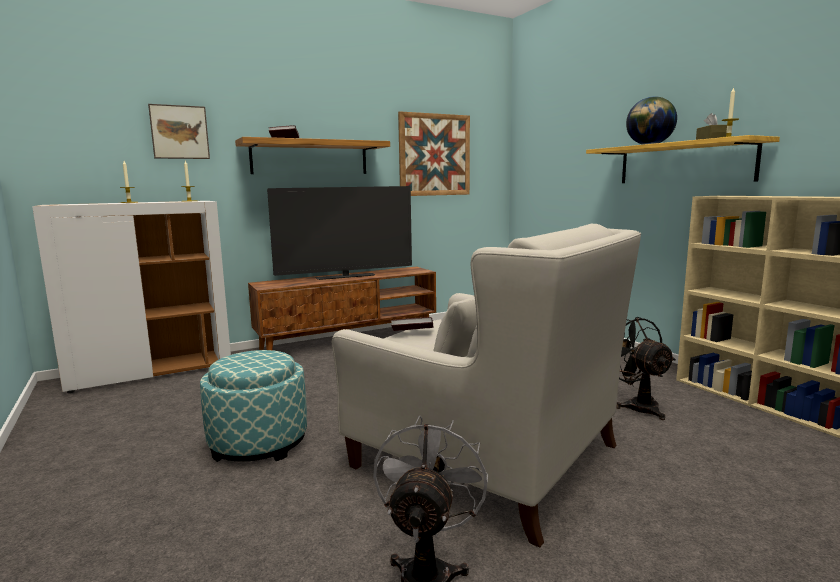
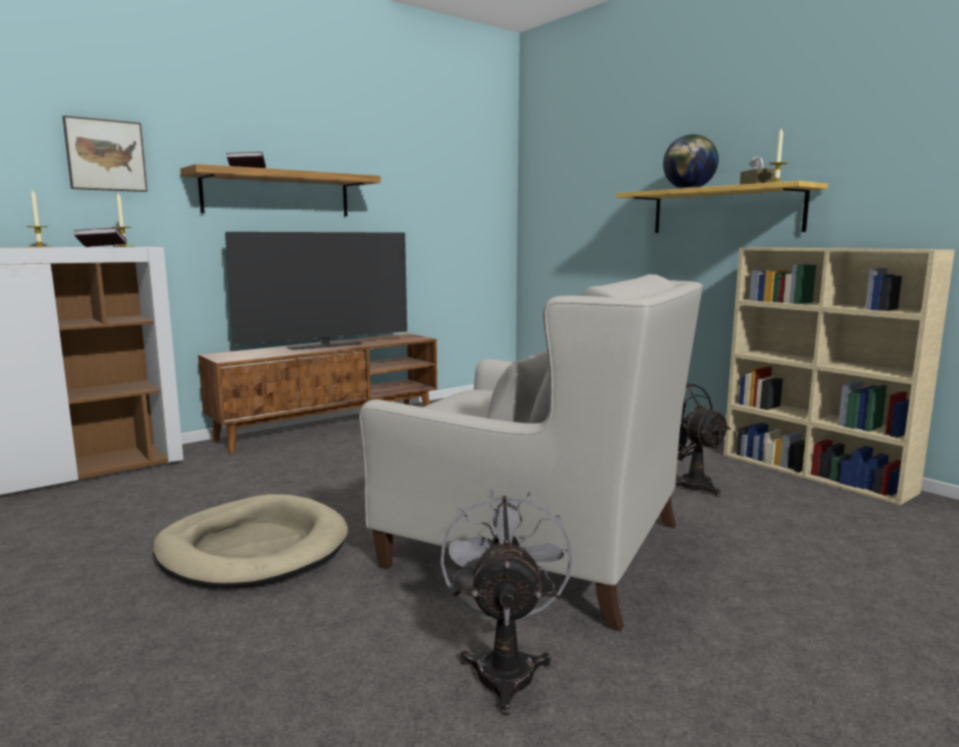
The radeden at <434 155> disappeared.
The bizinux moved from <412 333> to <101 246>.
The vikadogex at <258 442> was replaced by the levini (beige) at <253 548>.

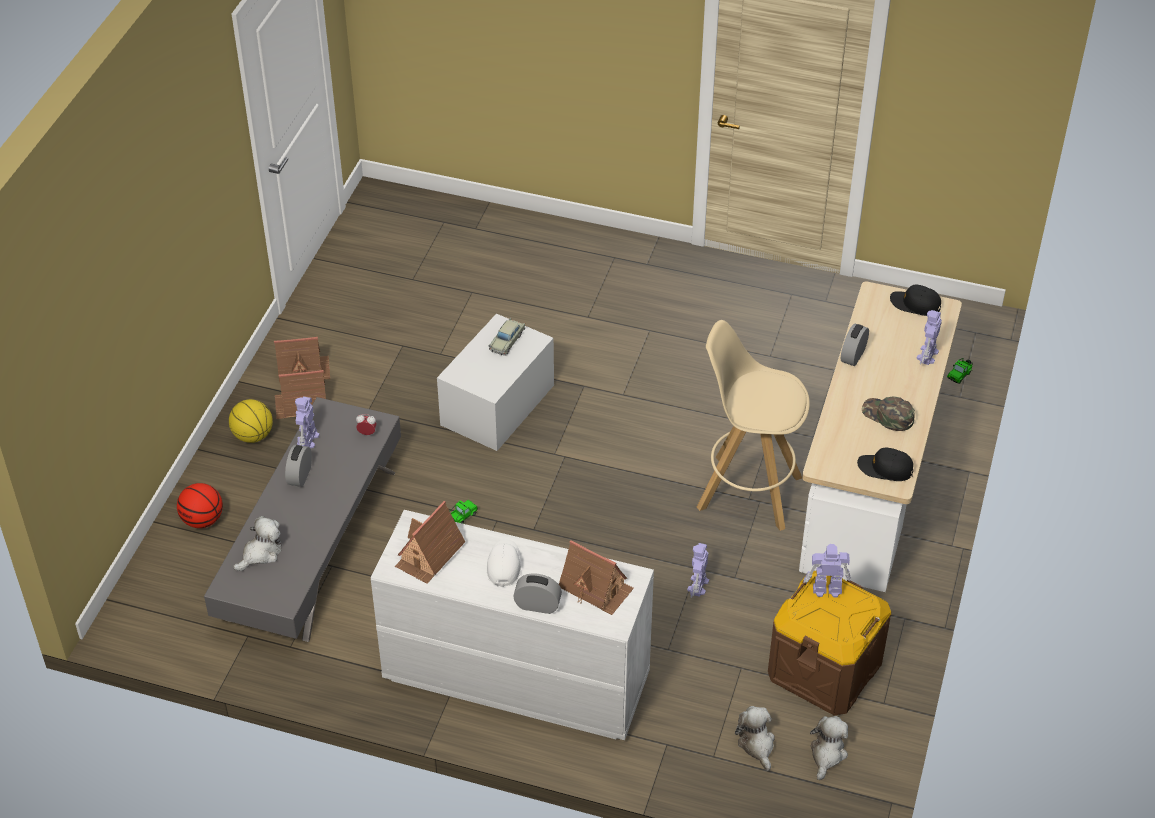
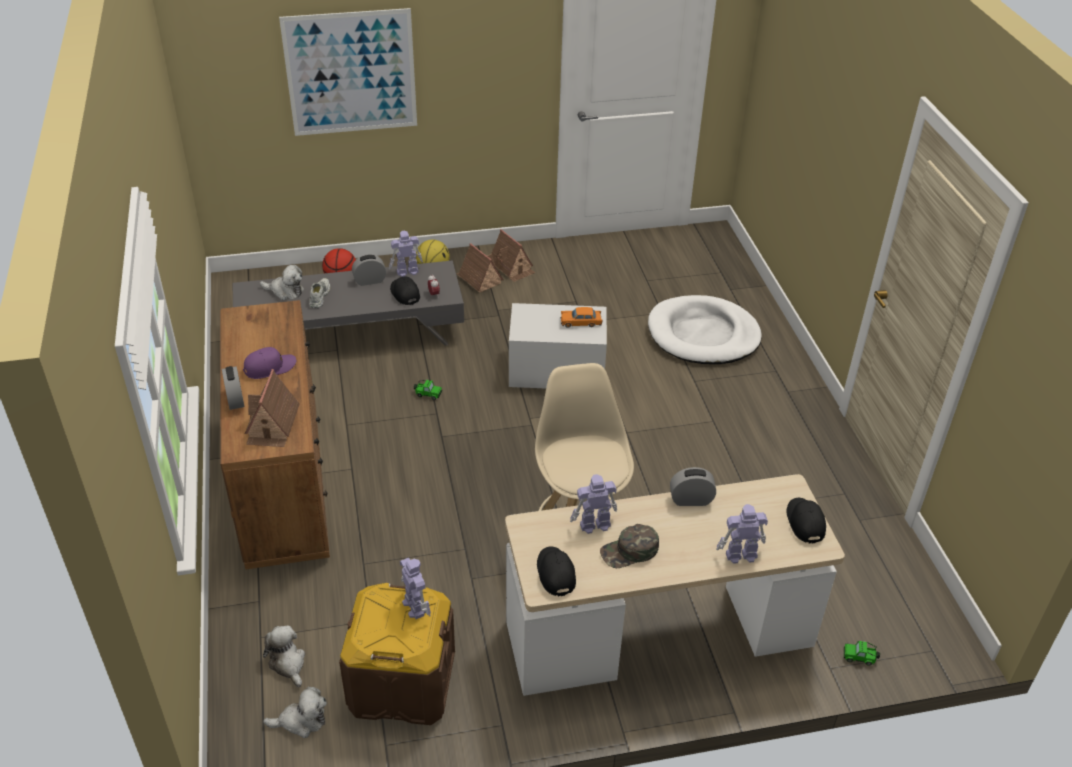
The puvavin at <429 555> disappeared.
The radeden at <351 73> appeared.
The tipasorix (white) at <319 296> appeared.
The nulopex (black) at <404 293> appeared.
The levini (white) at <703 335> appeared.
The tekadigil moved from <697 586> to <594 524>.
The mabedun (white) at <514 677> became the mabedun (brown) at <283 482>.
The nulopex (white) at <504 565> became the nulopex (purple) at <270 367>.
The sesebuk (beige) at <507 341> became the sesebuk (orange) at <581 322>.
The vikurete at <756 744> turned 75 degrees counterclockwise.
The nulopex (green) at <887 416> turned 120 degrees counterclockwise.

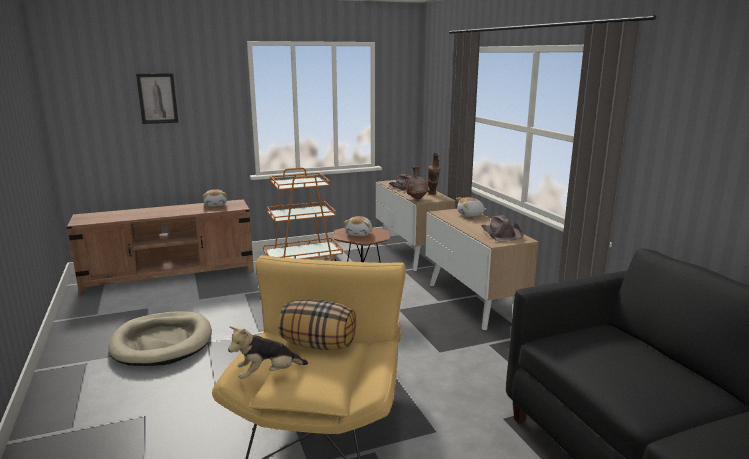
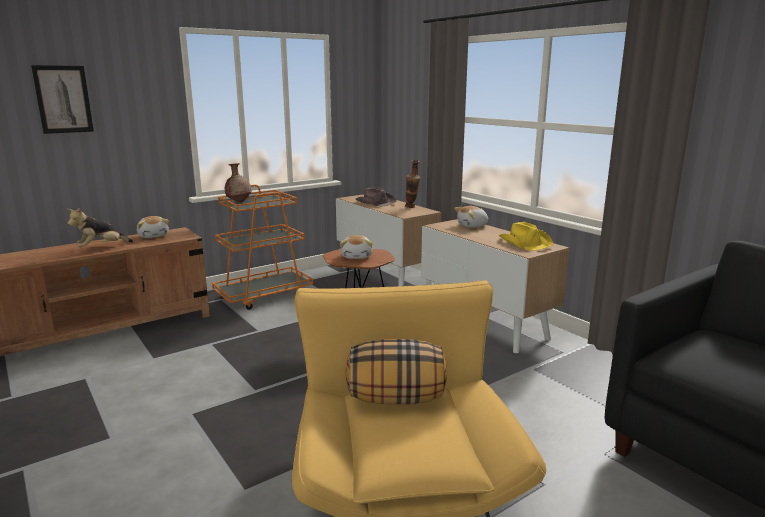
The levini (beige) at <162 342> disappeared.
The vikurete moved from <268 374> to <101 248>.
The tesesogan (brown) moved from <417 198> to <239 201>.
The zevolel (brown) at <502 234> became the zevolel (yellow) at <525 243>.

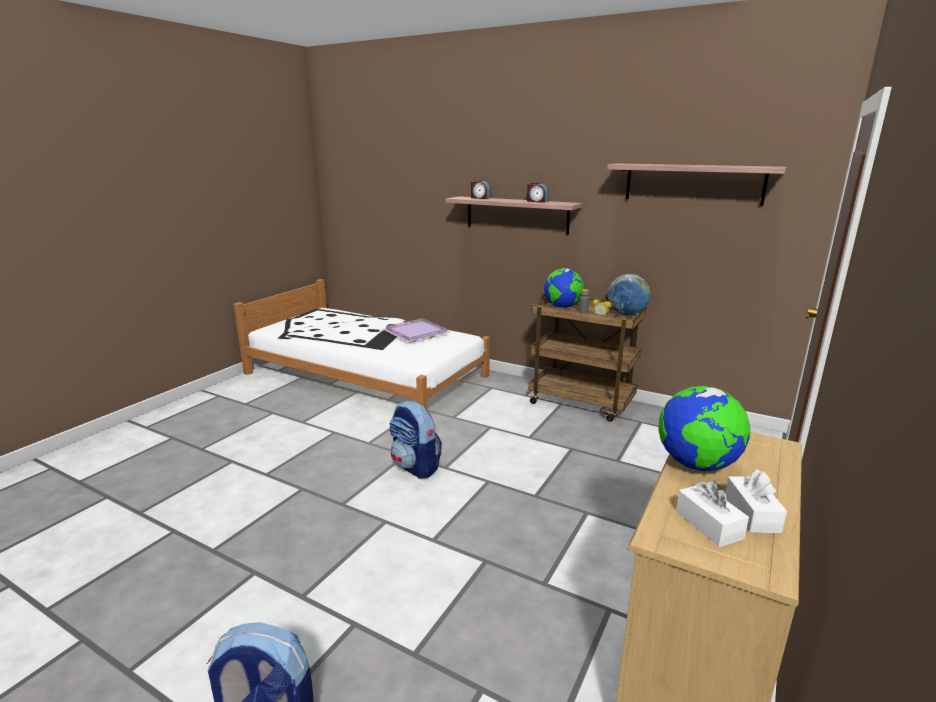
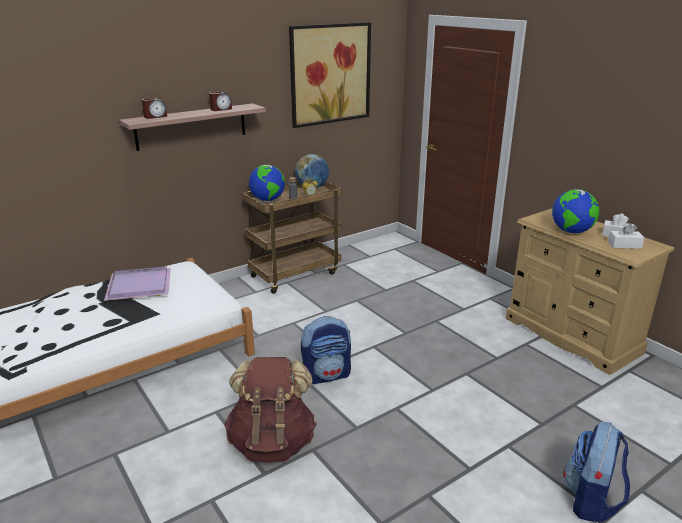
The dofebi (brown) at <272 443> appeared.
The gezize at <693 183> was replaced by the radeden at <330 74>.

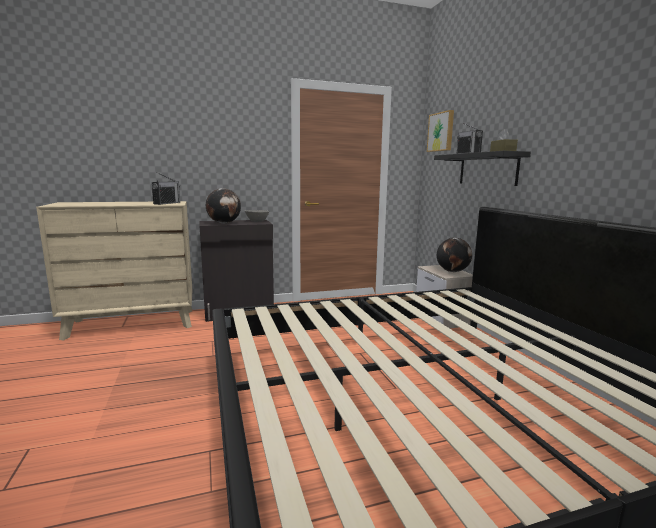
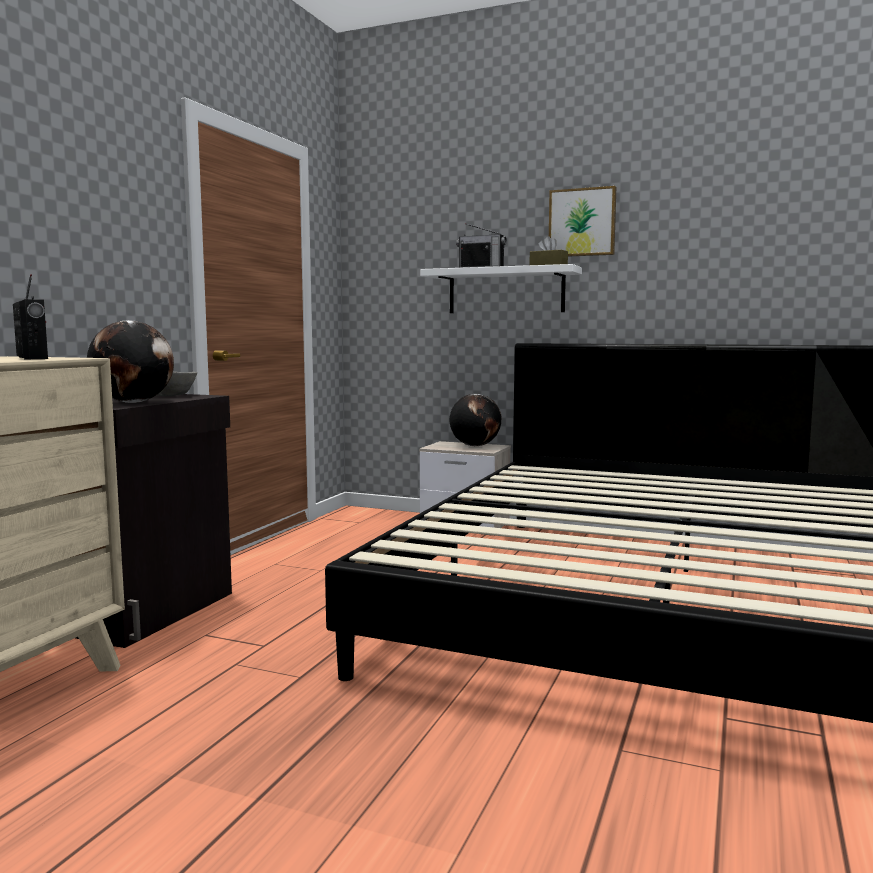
The radeden moved from <441 132> to <582 222>.
The gezize (black) at <487 169> became the gezize (white) at <506 291>.

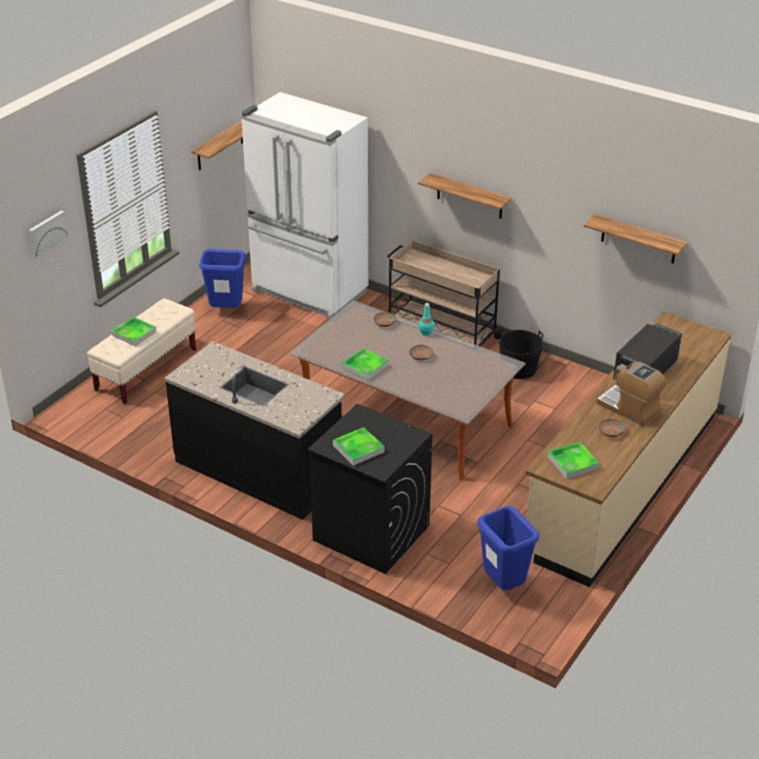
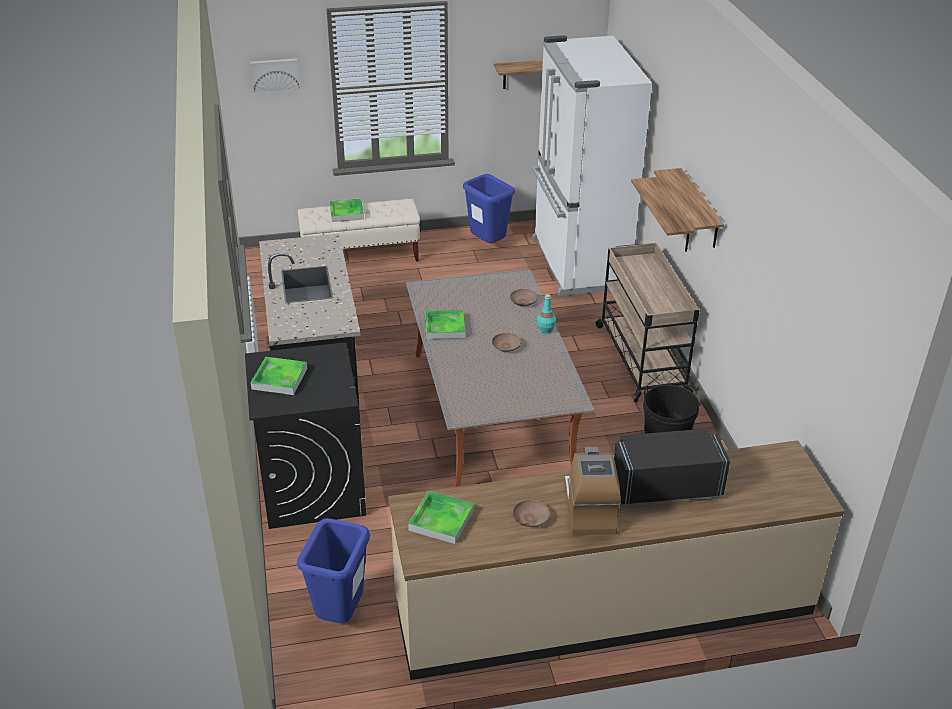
The gezize moved from <638 239> to <673 216>.

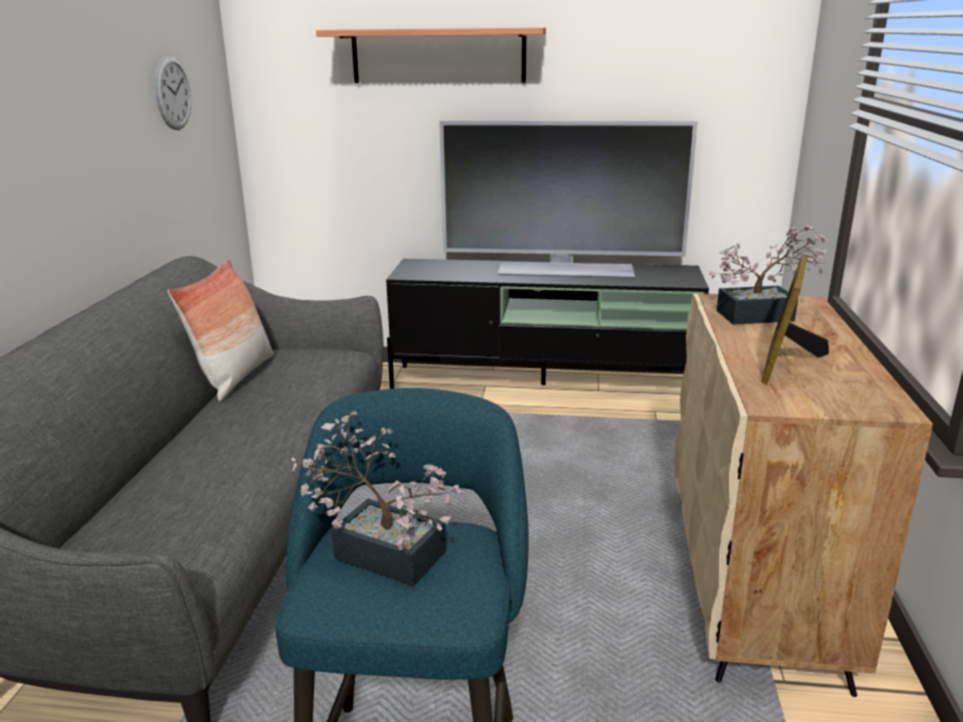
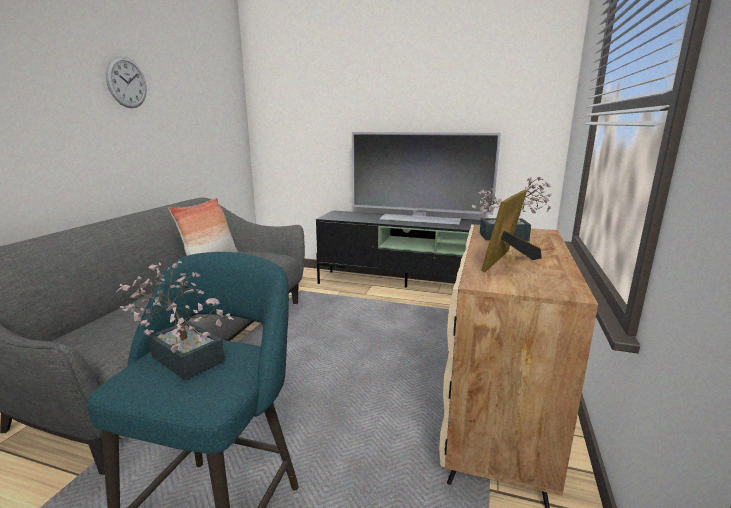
The gezize at <438 56> disappeared.
The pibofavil moved from <172 93> to <126 82>.

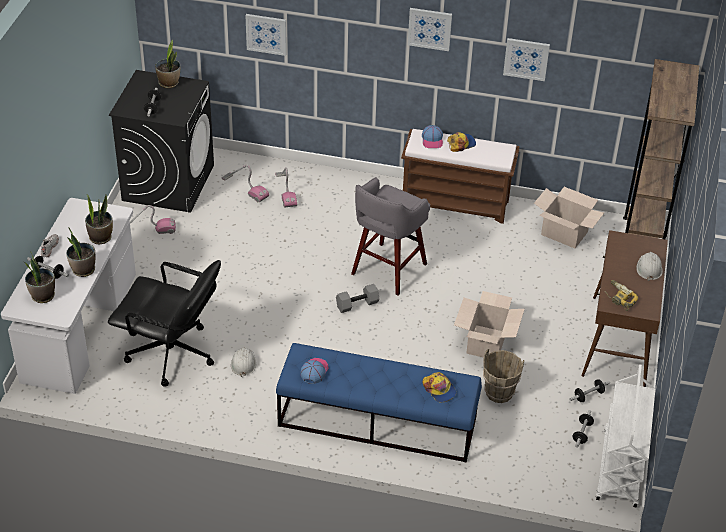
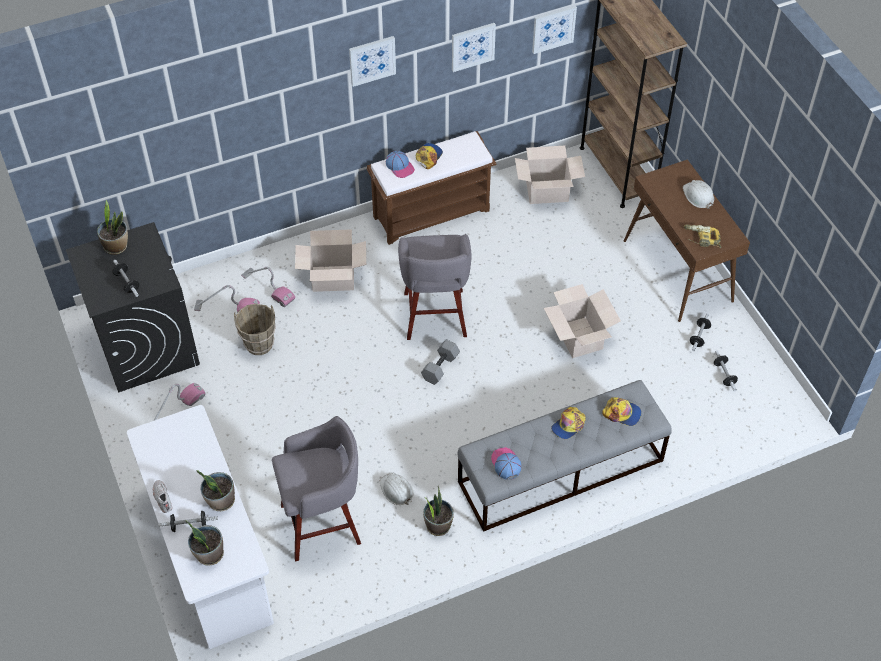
The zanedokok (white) at <620 469> disappeared.
The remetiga at <333 278> appeared.
The nulopex at <568 425> appeared.
The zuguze moved from <101 237> to <438 525>.
The radeden moved from <266 34> to <553 28>.
The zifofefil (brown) moved from <499 393> to <259 344>.
The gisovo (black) at <171 354> was replaced by the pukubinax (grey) at <323 523>.
The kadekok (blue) at <376 422> became the kadekok (grey) at <560 471>.

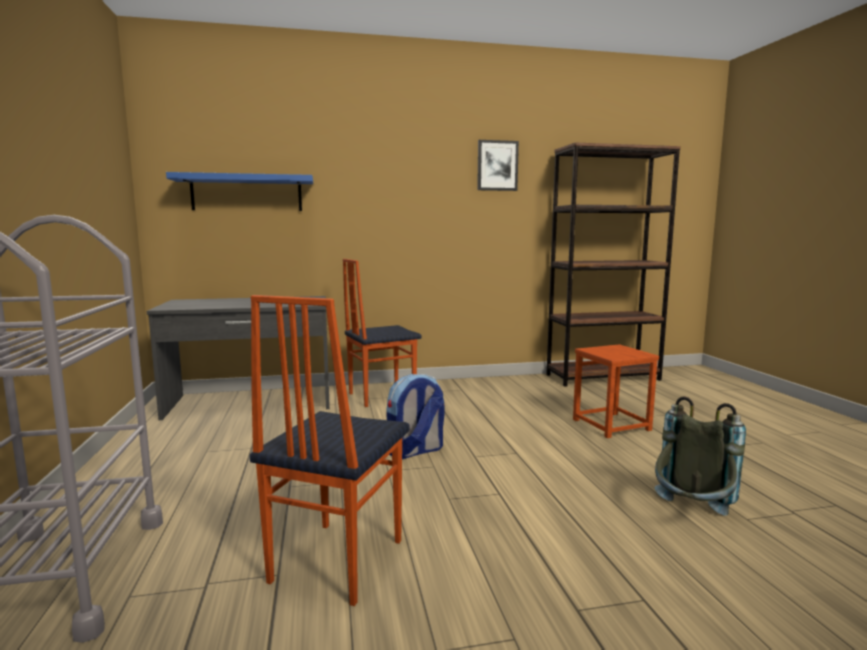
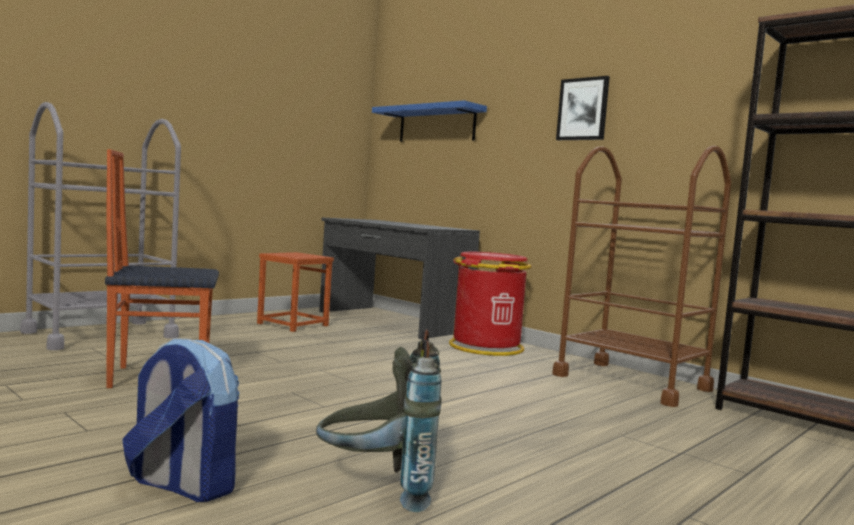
The zanedokok (brown) at <631 382> appeared.
The dofebi moved from <415 451> to <181 485>.
The radeden moved from <497 165> to <583 109>.
The pukubinax (brown) moved from <611 425> to <292 324>.
The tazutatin at <381 396> was replaced by the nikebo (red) at <486 347>.

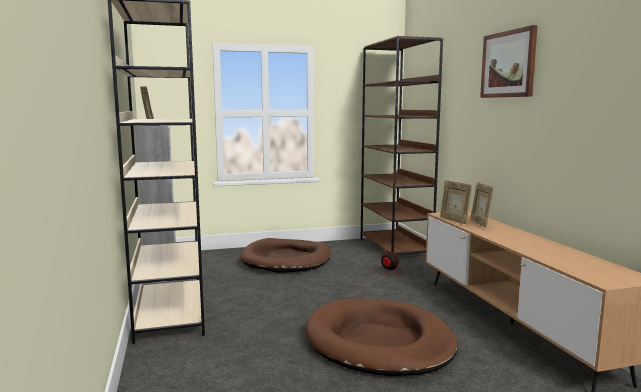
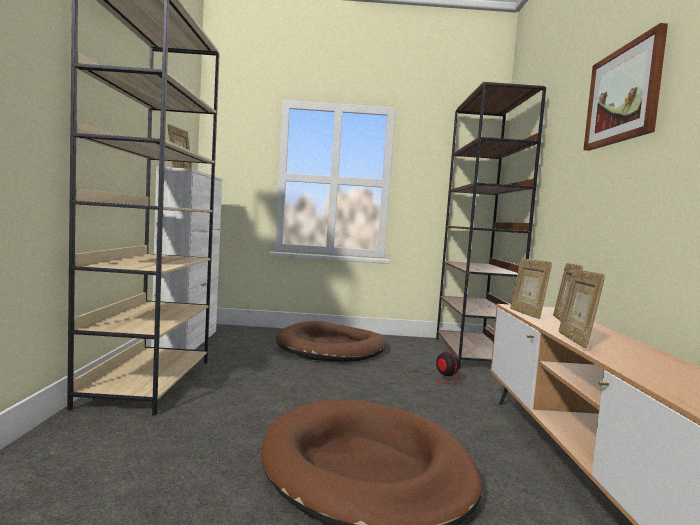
The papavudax at <575 341> appeared.

